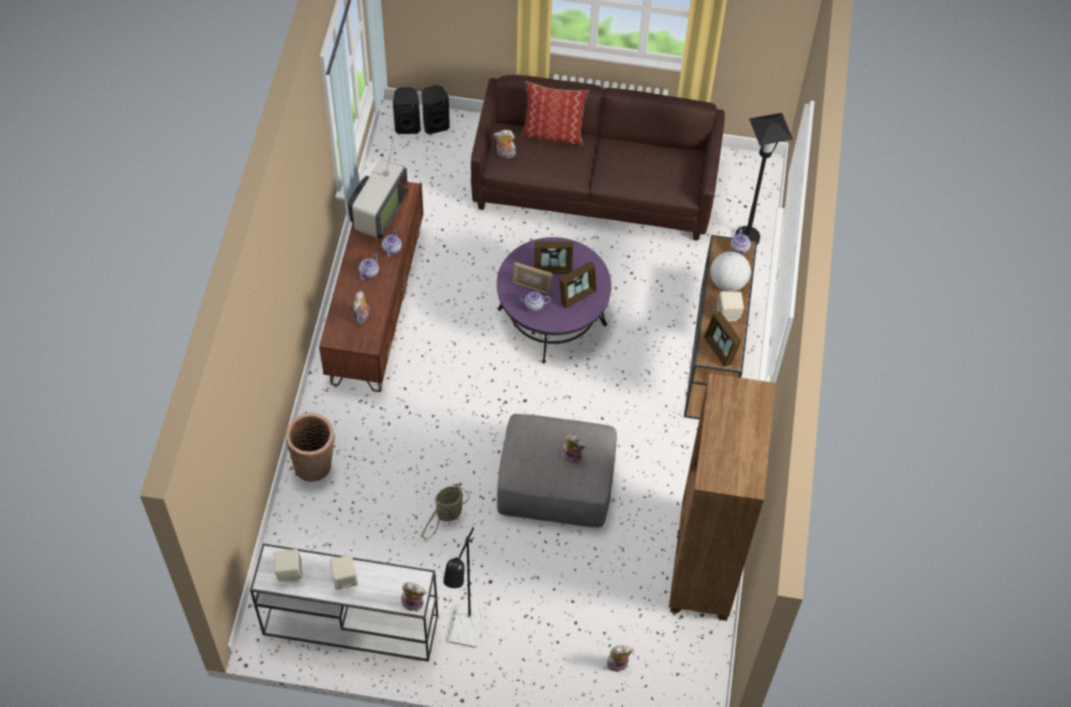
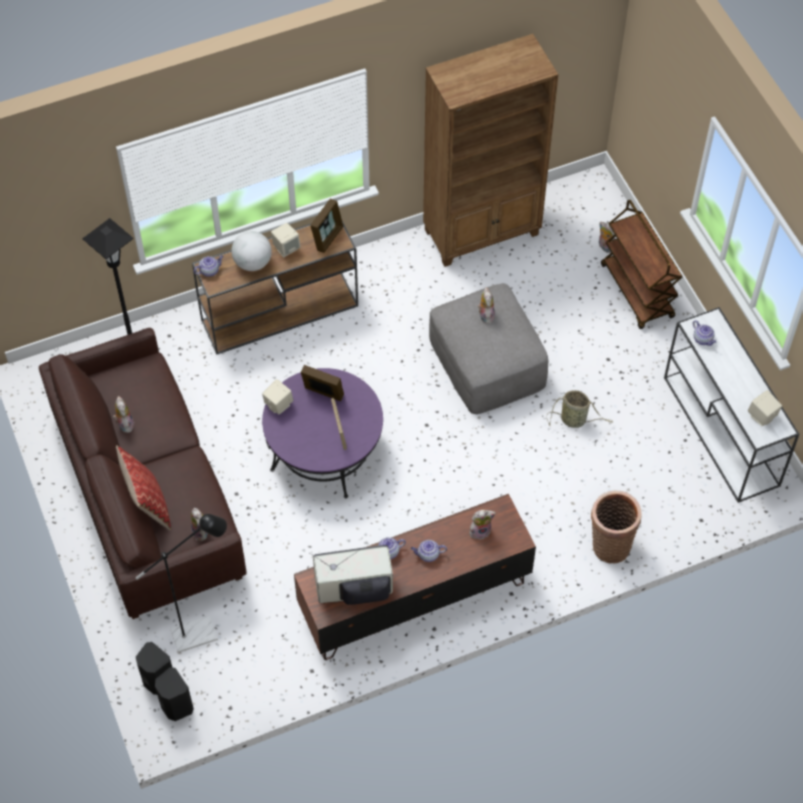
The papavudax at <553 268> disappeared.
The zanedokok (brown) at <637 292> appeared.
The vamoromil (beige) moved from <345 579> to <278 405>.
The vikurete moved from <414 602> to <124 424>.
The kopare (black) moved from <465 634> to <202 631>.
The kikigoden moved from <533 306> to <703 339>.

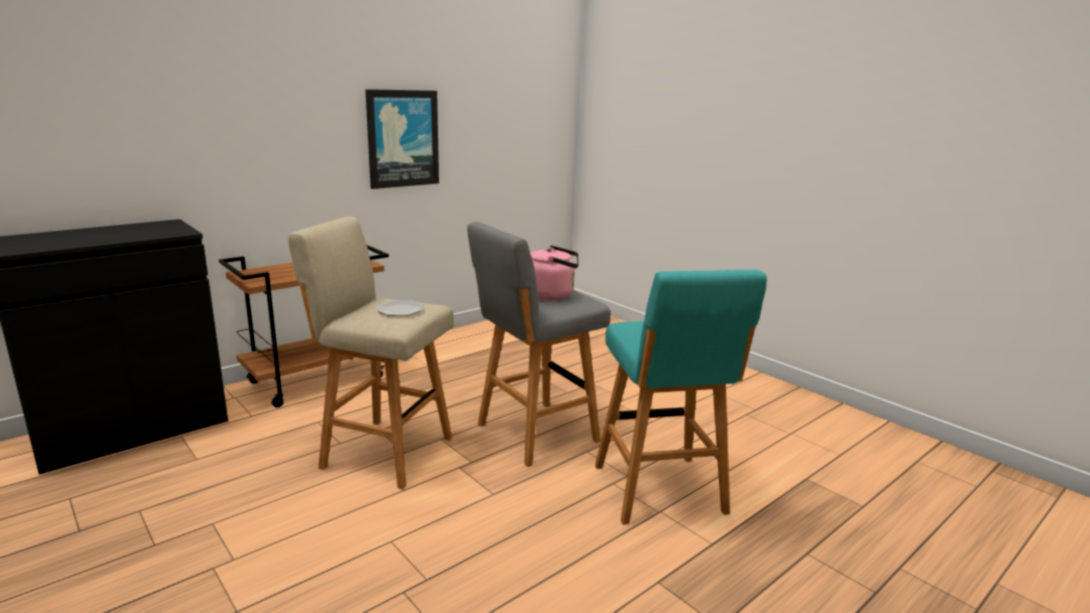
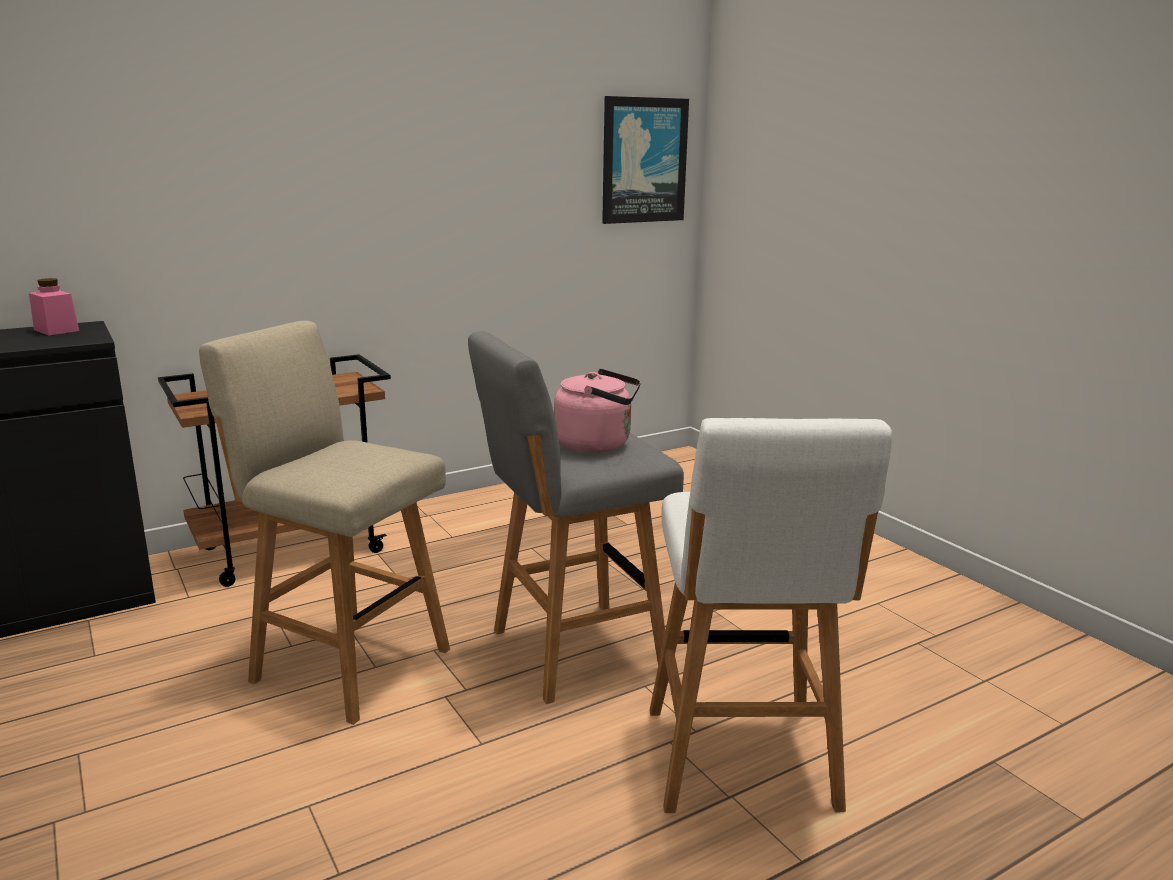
The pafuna at <400 310> disappeared.
The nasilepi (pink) at <56 330> appeared.
The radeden moved from <402 138> to <643 160>.
The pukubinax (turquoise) at <660 492> became the pukubinax (white) at <741 763>.

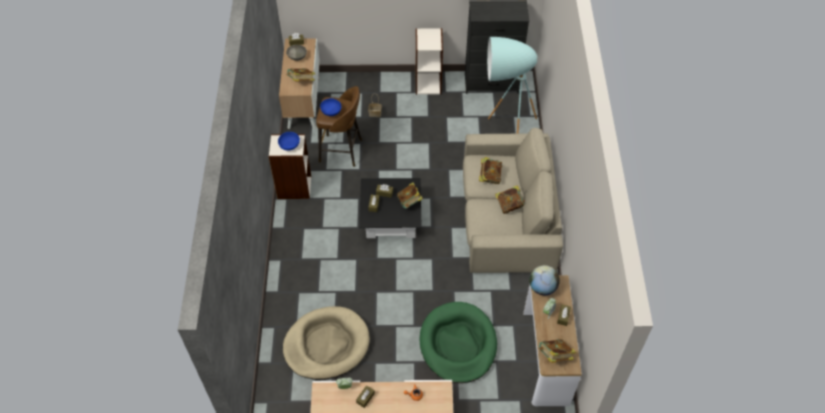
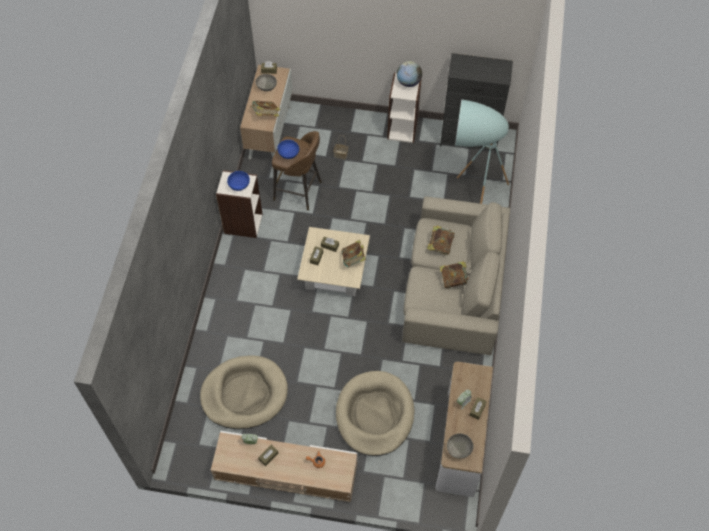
The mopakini moved from <542 288> to <408 82>.
The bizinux at <554 356> was replaced by the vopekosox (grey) at <459 449>.
The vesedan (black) at <391 218> became the vesedan (beige) at <334 271>.
The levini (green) at <458 344> became the levini (beige) at <374 414>.

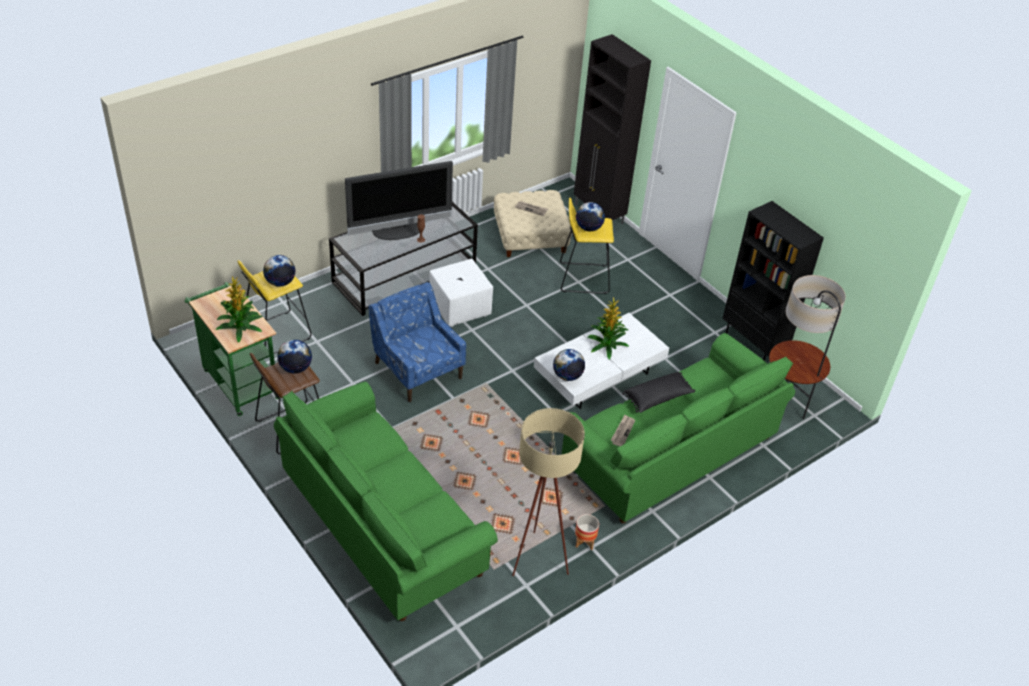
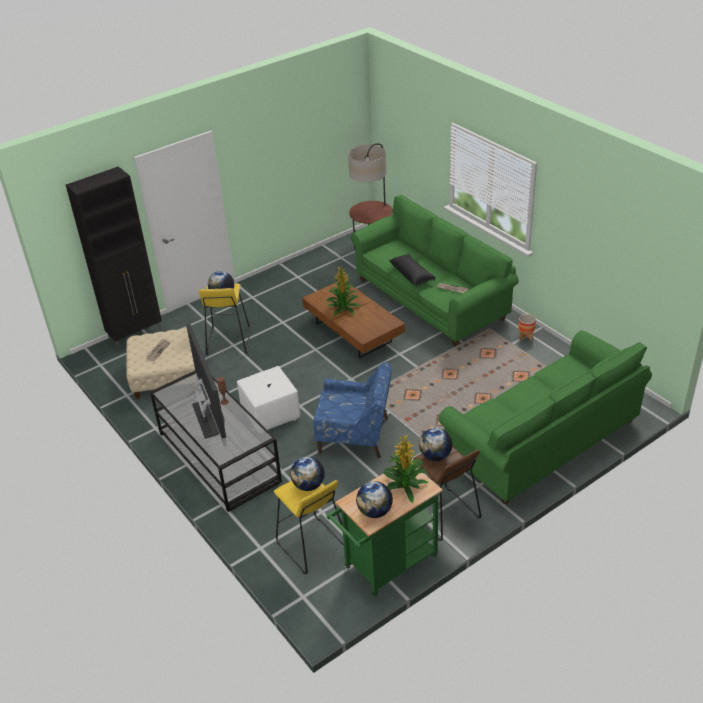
The kopare (beige) at <537 554> disappeared.
The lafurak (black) at <753 343> disappeared.
The mopakini moved from <567 376> to <374 512>.
The vesedan (white) at <599 377> became the vesedan (brown) at <354 332>.
The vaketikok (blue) at <417 369> turned 135 degrees counterclockwise.

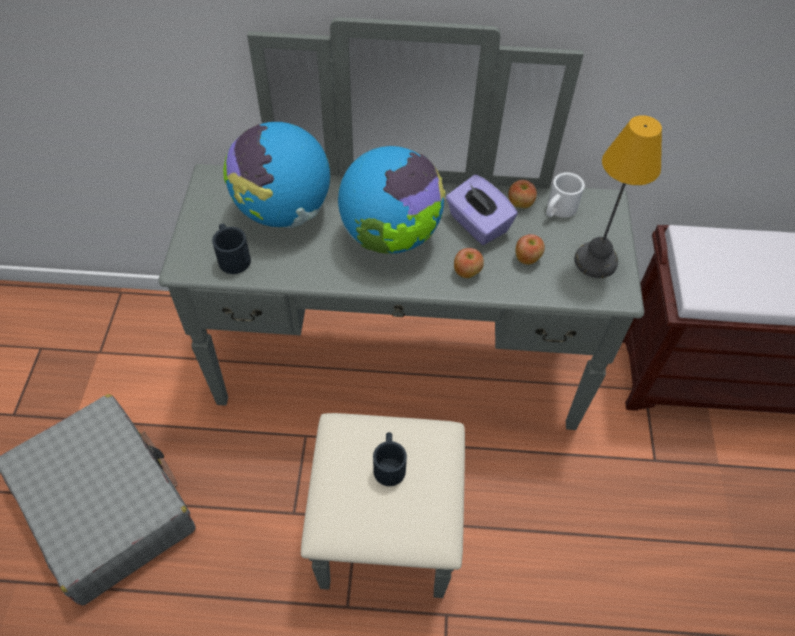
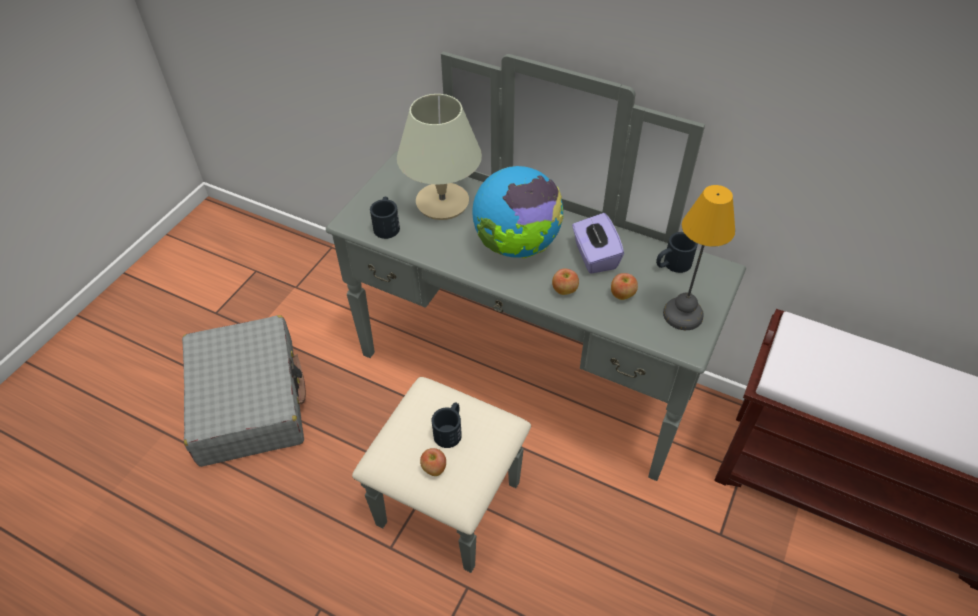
The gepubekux moved from <520 204> to <434 469>.
The mopakini at <283 211> was replaced by the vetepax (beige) at <442 203>.
The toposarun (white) at <558 210> became the toposarun (black) at <672 264>.

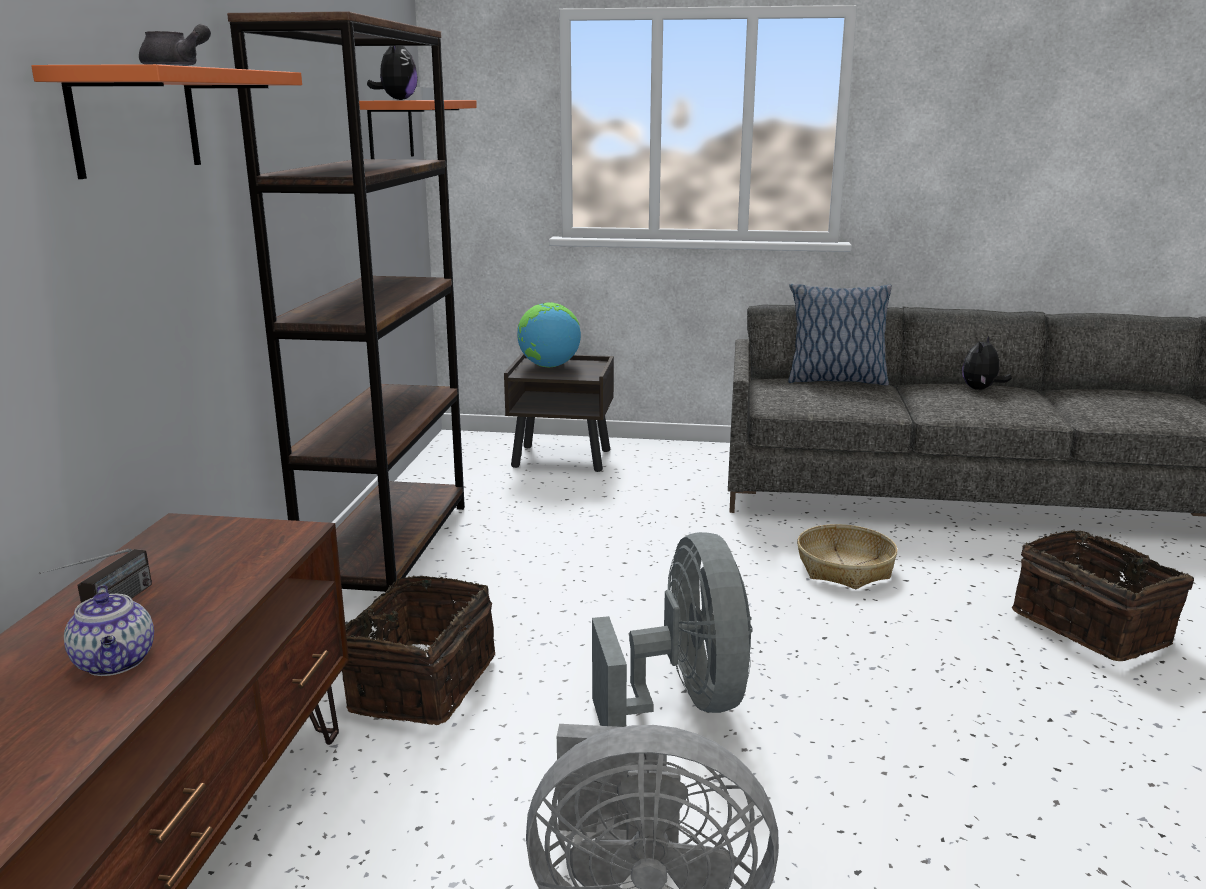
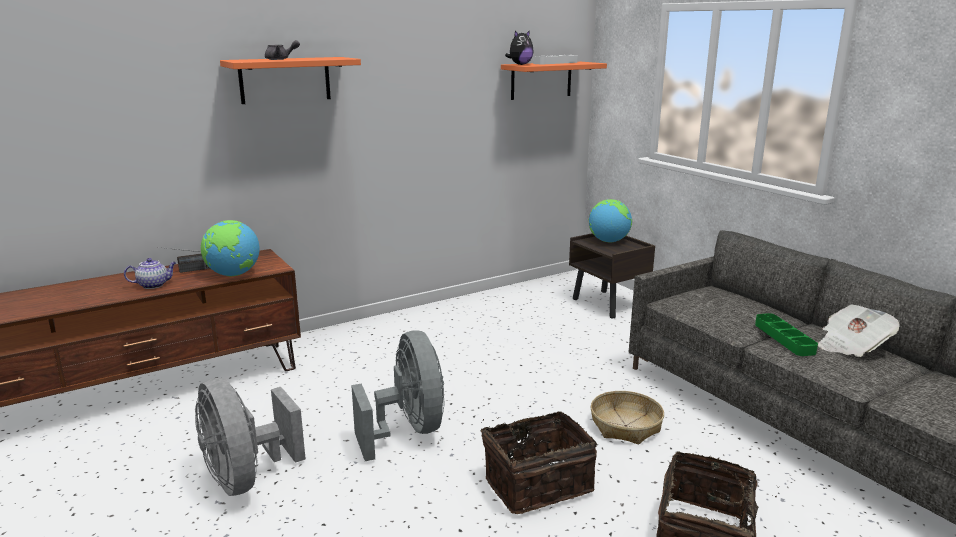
The lafurak (brown) at <389 548> disappeared.
The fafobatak at <835 380> disappeared.
The mopakini at <233 275> appeared.
The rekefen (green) at <784 338> appeared.
The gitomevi moved from <418 684> to <536 483>.
The vikurete at <980 389> was replaced by the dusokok at <852 346>.
The kikigoden at <116 663> turned 135 degrees counterclockwise.
The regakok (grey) at <683 703> turned 60 degrees counterclockwise.

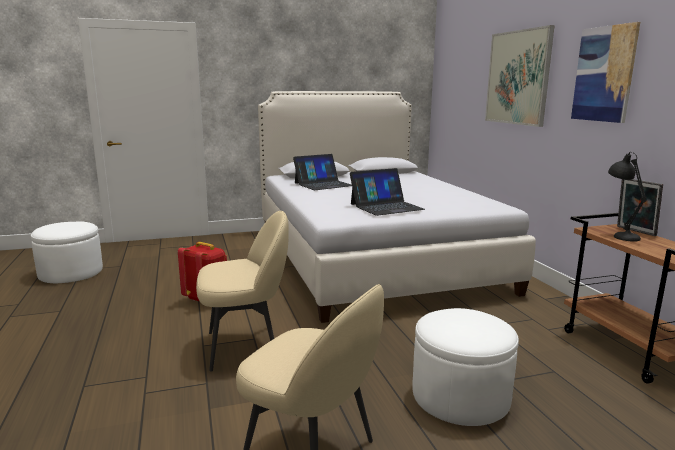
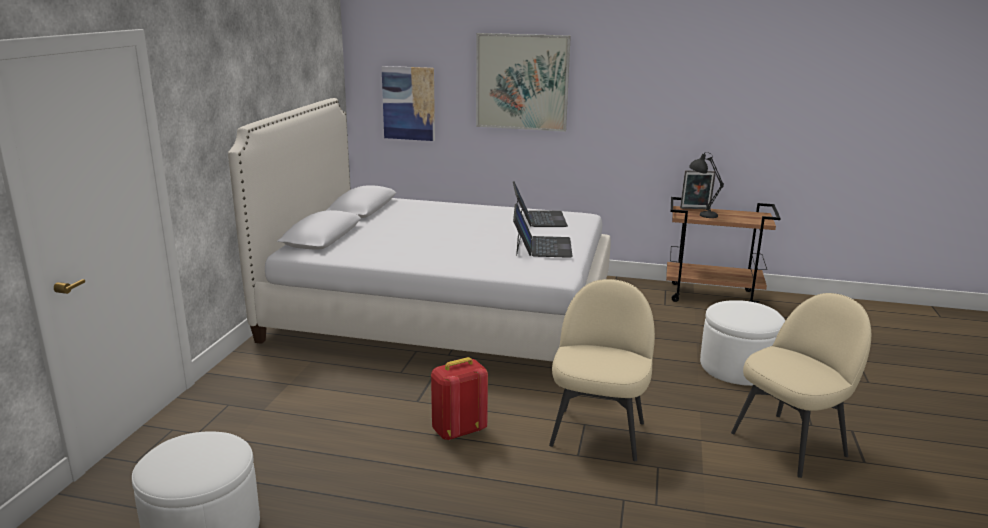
The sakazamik moved from <323 184> to <538 218>.
The radeden moved from <604 74> to <409 103>.

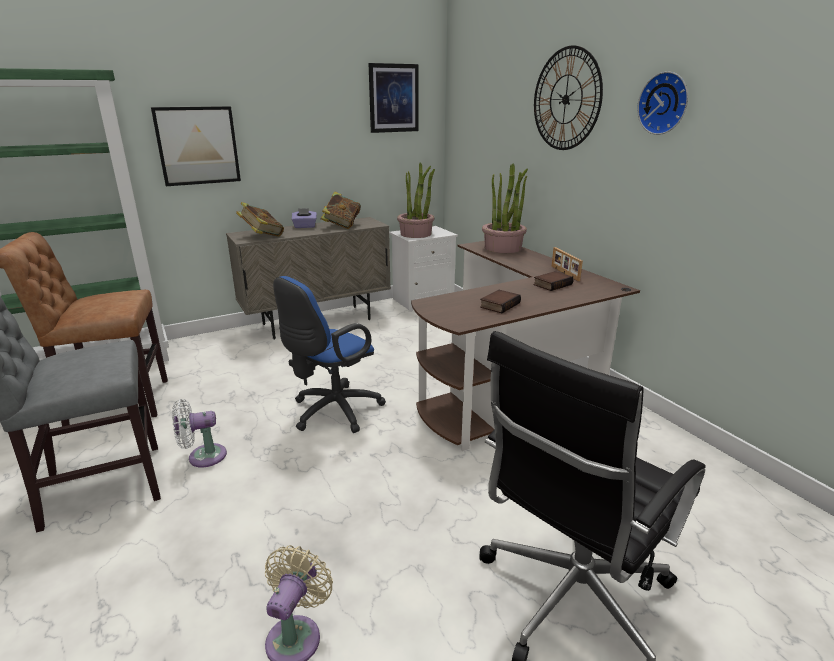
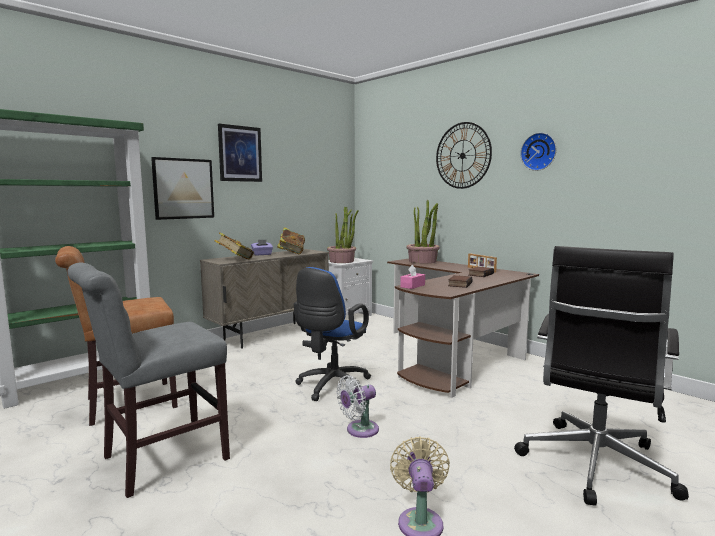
The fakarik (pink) at <412 286> appeared.
The regakok (white) moved from <203 456> to <359 430>.
The radeden moved from <393 98> to <240 153>.

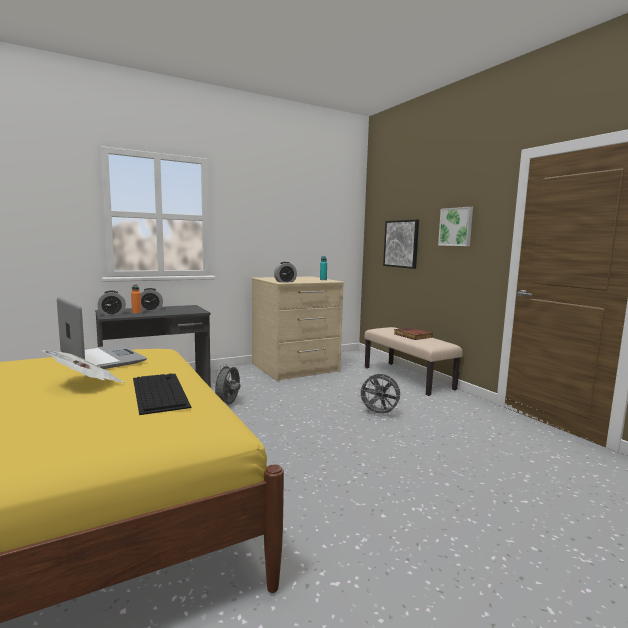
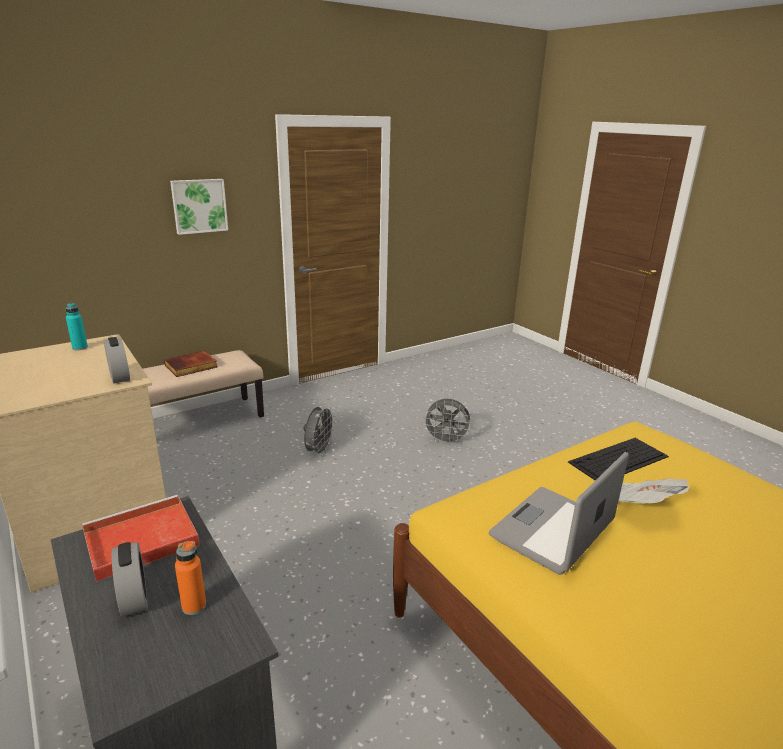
The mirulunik at <112 314> disappeared.
The radeden at <401 244> disappeared.
The rekefen (red) at <139 541> appeared.
The regakok (grey) moved from <228 405> to <446 441>.

